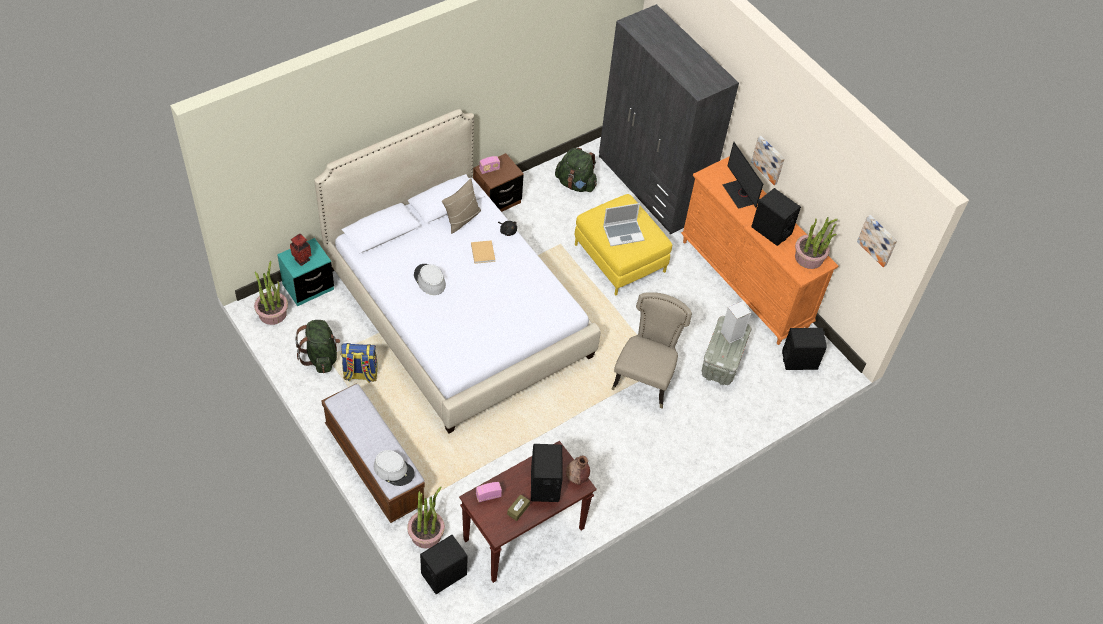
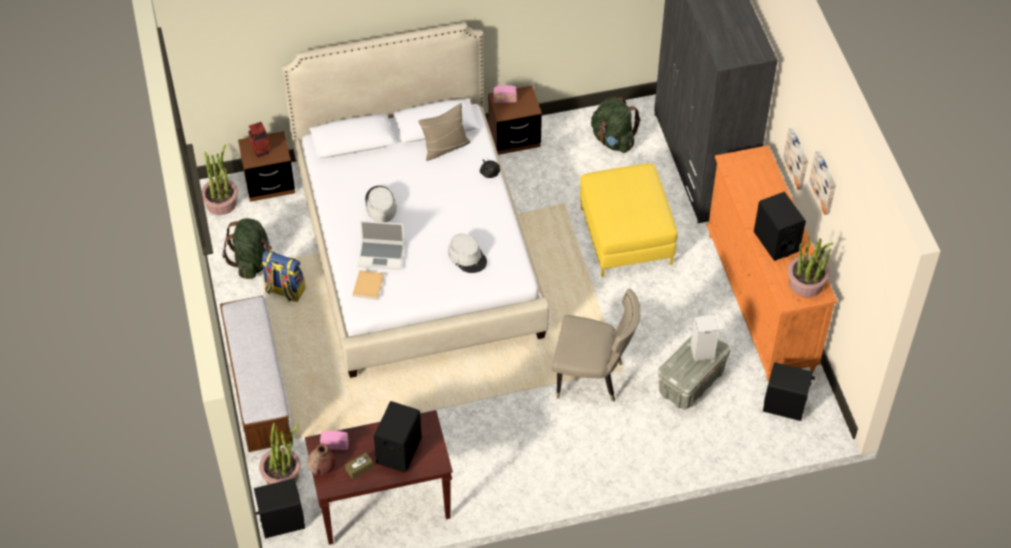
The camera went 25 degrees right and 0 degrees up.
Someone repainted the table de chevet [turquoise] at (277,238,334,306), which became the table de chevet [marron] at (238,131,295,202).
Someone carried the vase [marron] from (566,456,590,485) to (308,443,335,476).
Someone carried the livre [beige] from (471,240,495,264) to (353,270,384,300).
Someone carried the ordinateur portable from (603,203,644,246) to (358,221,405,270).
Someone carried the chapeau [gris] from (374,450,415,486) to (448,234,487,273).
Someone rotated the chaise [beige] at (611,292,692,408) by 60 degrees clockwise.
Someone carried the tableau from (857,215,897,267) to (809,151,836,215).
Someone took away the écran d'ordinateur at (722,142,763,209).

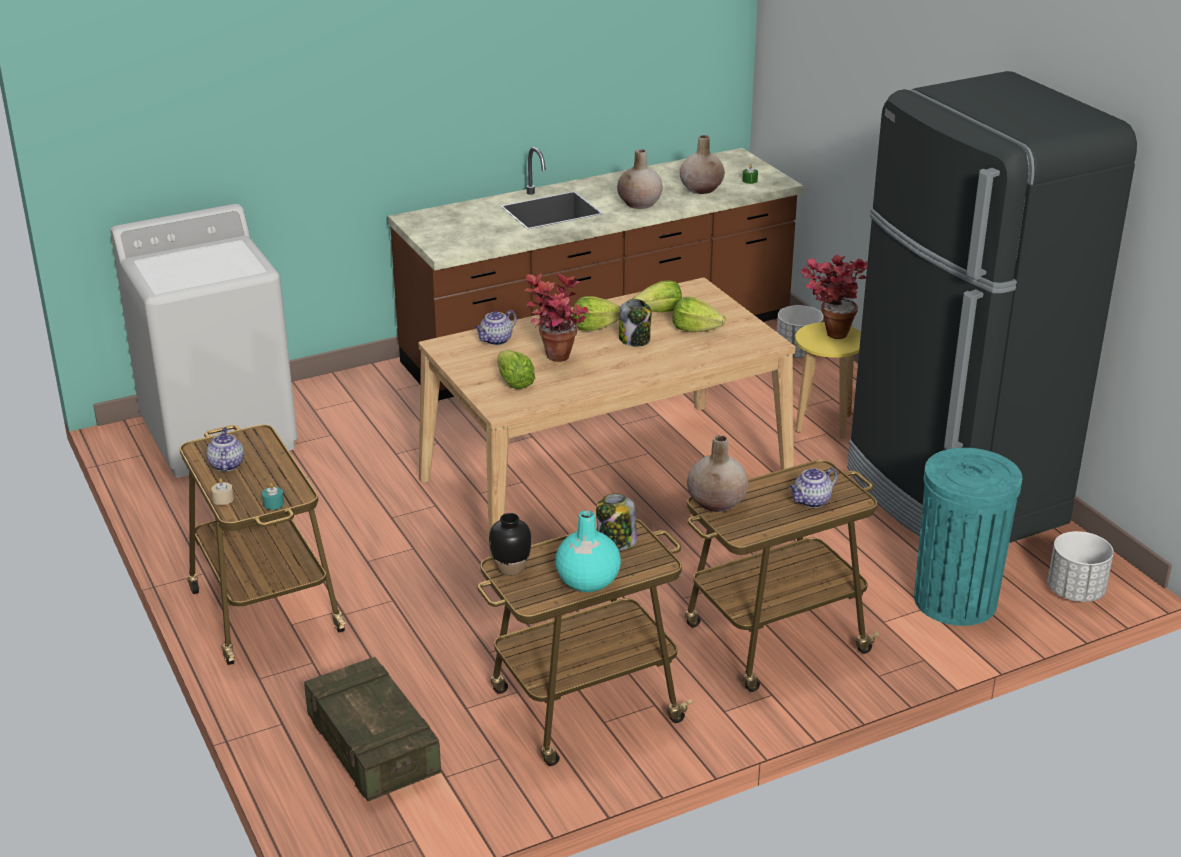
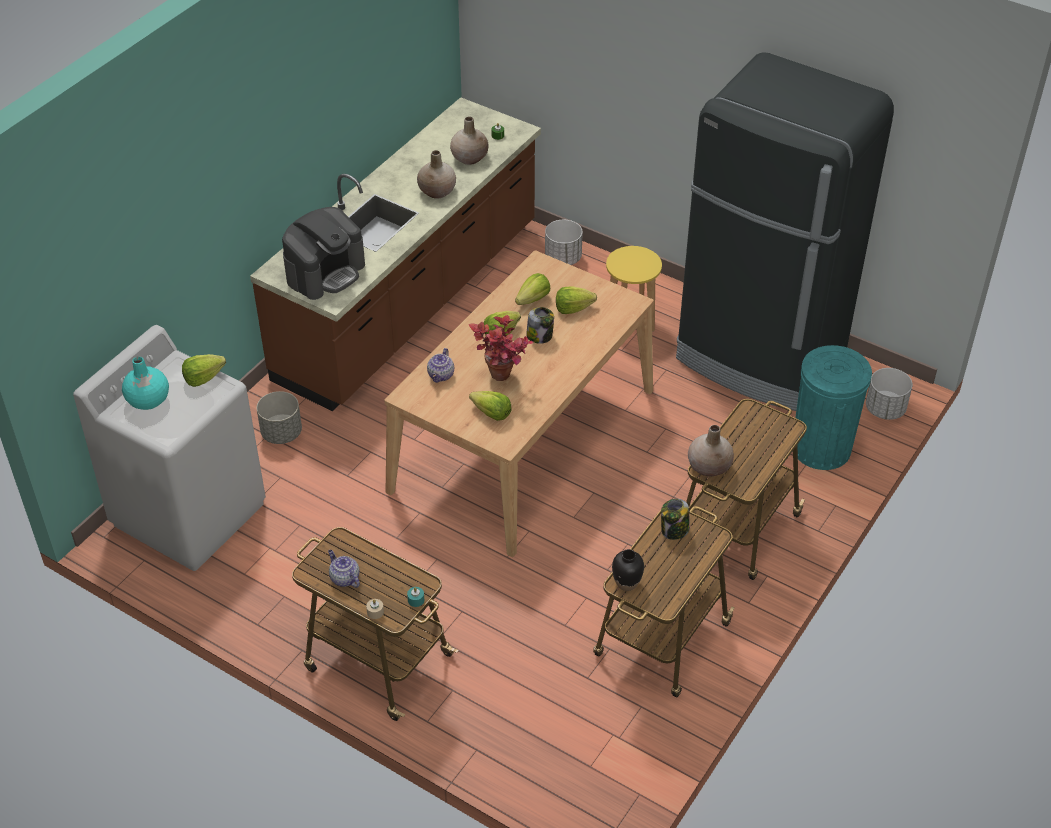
The camera went 30 degrees left and 15 degrees up.
Someone carried the vase [turquoise] from (555,510,621,592) to (122,356,169,410).
Someone put down the laitue at (182,354,226,387).
Someone put down the cache-pot [gris] at (256,391,302,444).
Someone put down the machine à café at (282,207,365,300).
Someone took away the caisse at (304,657,441,801).
Someone took away the théière at (789,468,838,508).
Someone took away the plante en pot at (800,255,868,339).

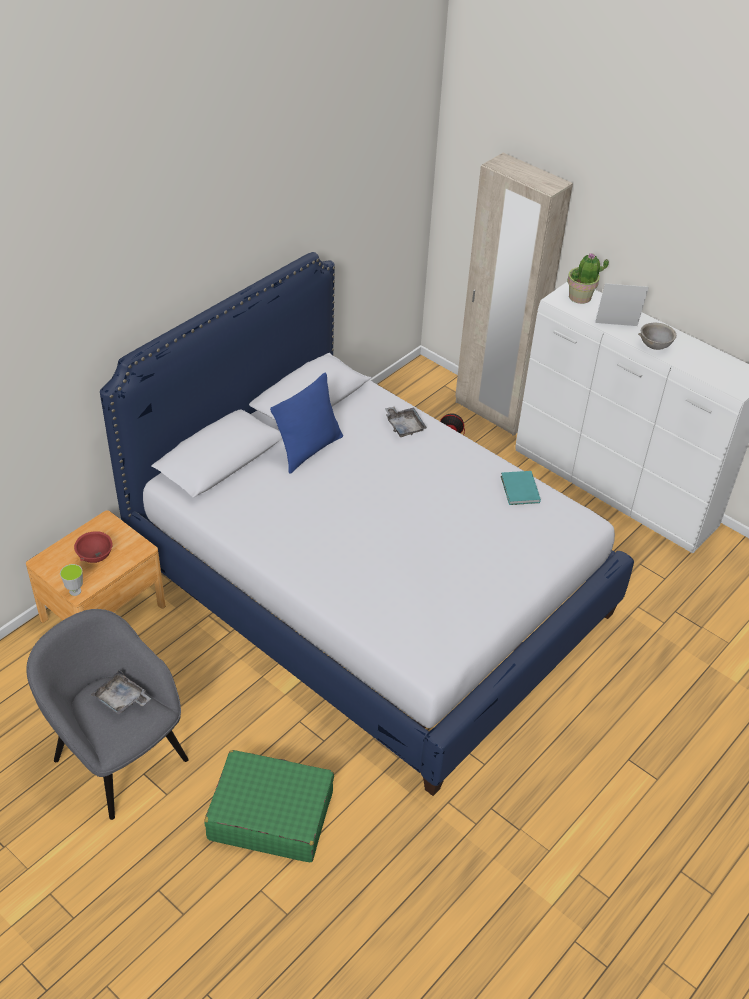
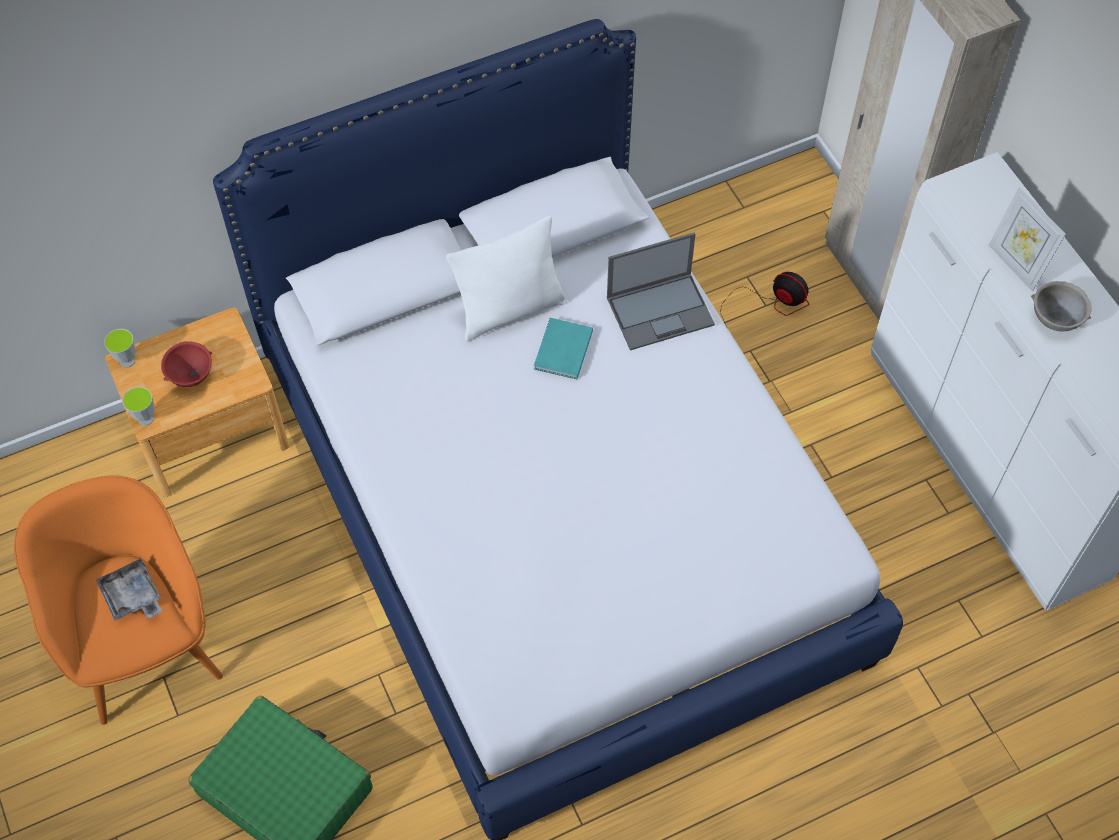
The camera went 25 degrees right and 15 degrees up.
Someone repainted the fauteuil [gris] at (26,609,188,820), which became the fauteuil [orange] at (14,475,223,725).
Someone put down the tasse at (104,329,136,368).
Someone repainted the coussin [bleu] at (270,372,343,473), which became the coussin [blanc] at (446,216,567,342).
Someone carried the livre [turquoise] from (501,471,541,505) to (534,318,593,379).
Someone swapped the plateau [gris] at (385,407,427,437) for the ordinateur portable at (607,232,715,350).
Someone rotated the cadre photo at (595,283,649,326) by 150 degrees counterclockwise.
Someone took away the plante en pot at (567,253,609,304).

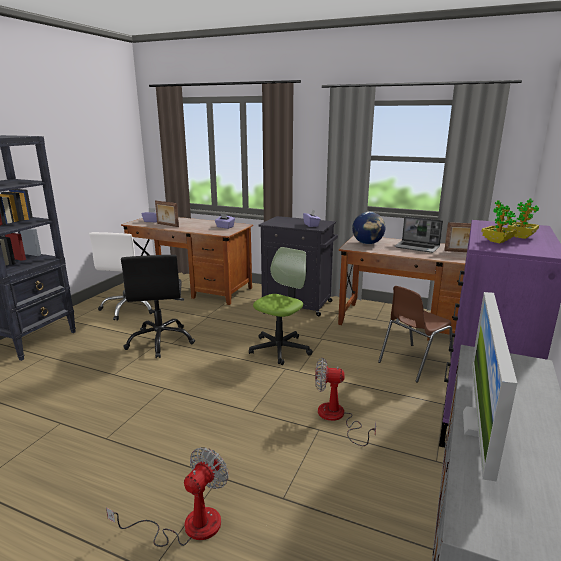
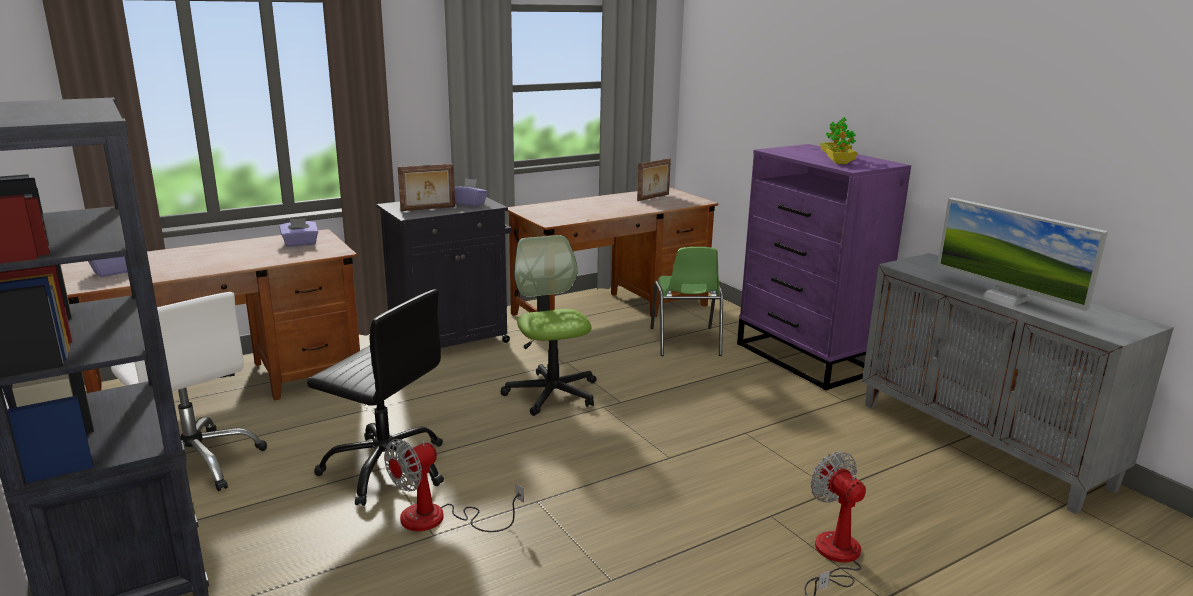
The camera went 55 degrees left and 0 degrees up.
Someone carried the ventilateur from (315,358,376,446) to (384,439,524,532).
Someone carried the cadre photo from (155,200,179,227) to (398,164,455,211).
Someone repainted the chaise [marron] at (378,286,453,383), which became the chaise [vert] at (650,247,723,356).
Someone took away the globe at (352,212,385,244).
Someone took away the ordinateur portable at (395,216,443,253).

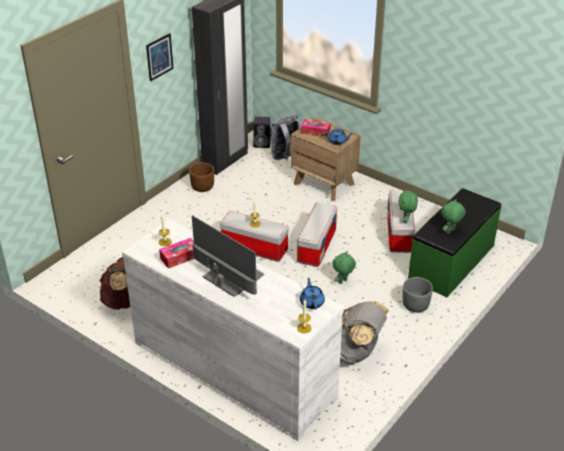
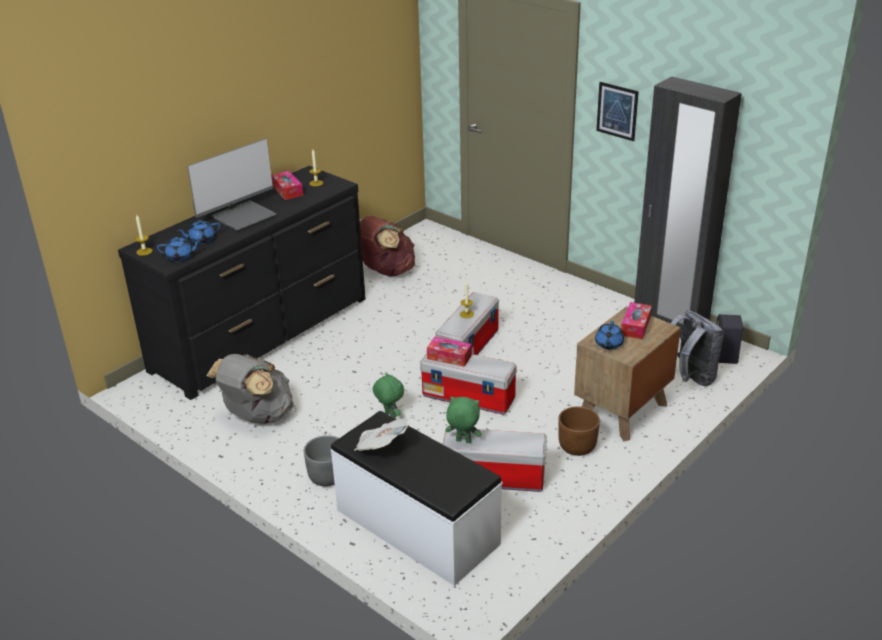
The camera went 95 degrees right and 5 degrees down.
Someone repainted the commode [blanc] at (122,219,344,442), which became the commode [noir] at (118,166,366,400).
Someone put down the théière [bleu] at (177,220,220,244).
Someone repainted the banc [vert] at (408,188,501,297), which became the banc [blanc] at (331,411,502,586).
Someone swapped the peluche [vert] at (441,199,466,234) for the journal at (354,419,409,451).
Someone put down the boîte à mouchoirs at (427,337,472,367).
Someone carried the cache-pot [marron] from (189,163,214,192) to (558,406,600,456).

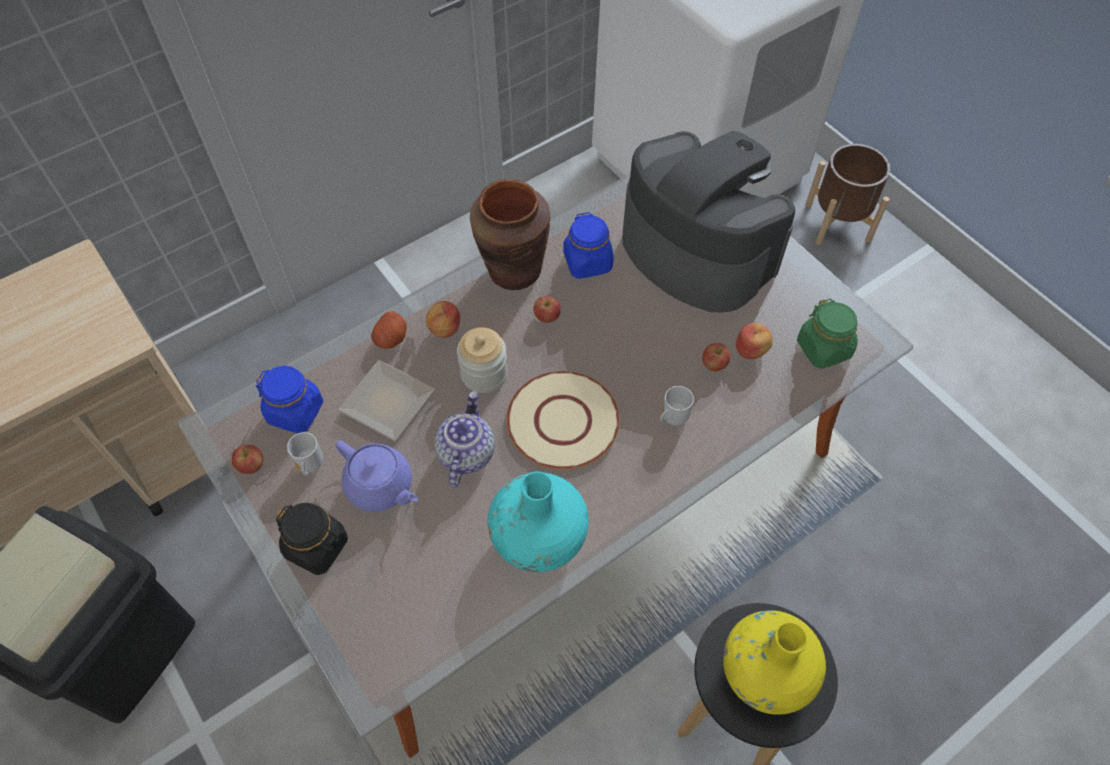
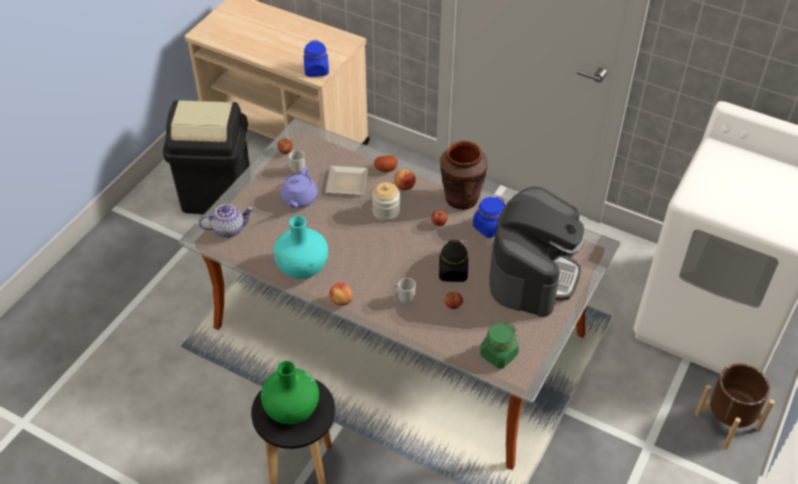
The camera went 65 degrees right and 10 degrees down.
Someone carried the théière from (434,391,495,487) to (199,204,254,238).
Someone repainted the vase [jaune] at (723,610,826,715), which became the vase [vert] at (261,361,319,424).
Someone carried the bocal [bleu] from (256,366,323,433) to (304,40,329,77).
Someone carried the pomme from (736,323,773,359) to (329,283,353,306).
Someone carried the bocal [noir] from (276,503,348,575) to (439,240,468,282).
Someone took away the assiette [beige] at (506,371,620,470).

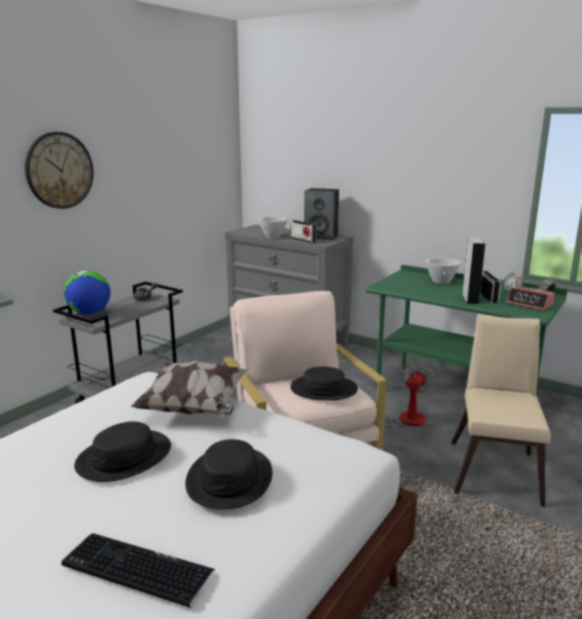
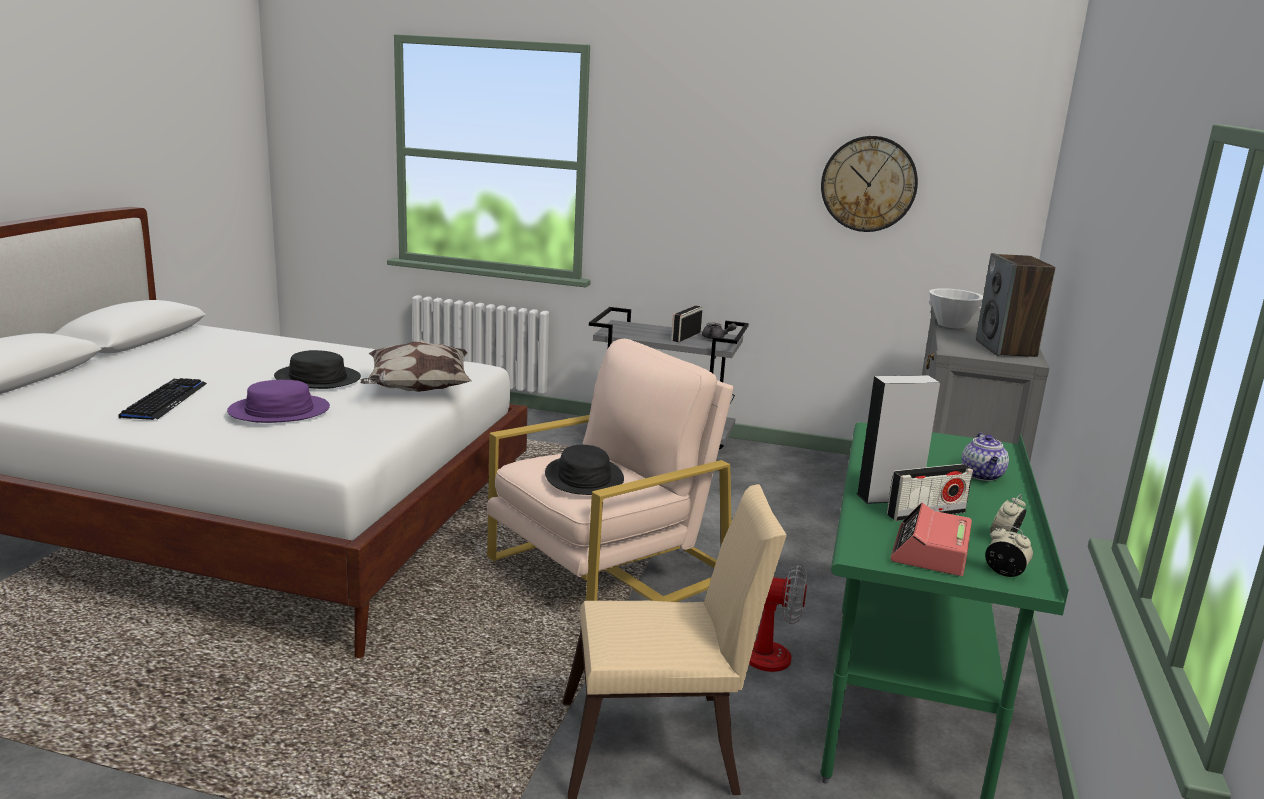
The camera went 70 degrees right and 0 degrees up.
Someone repainted the chapeau [noir] at (185,439,272,509), which became the chapeau [violet] at (227,380,330,423).
Someone carried the radio from (290,220,316,243) to (671,305,702,342).
Someone carried the horloge murale from (25,132,94,209) to (821,136,918,232).
Someone swapped the bol [blanc] at (425,258,461,284) for the théière at (961,433,1009,481).
Someone took away the globe at (64,271,111,315).

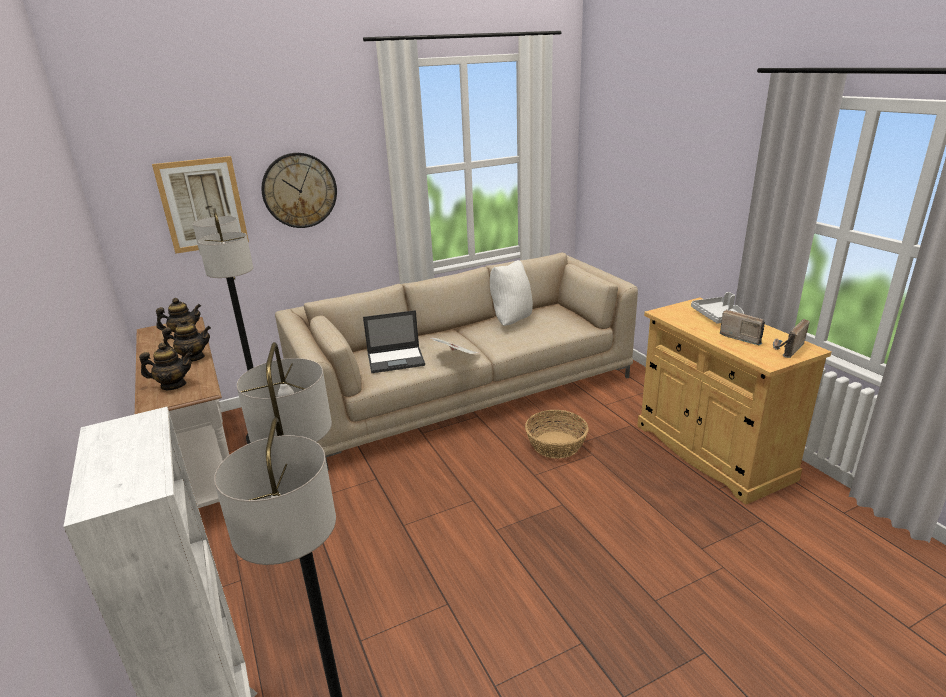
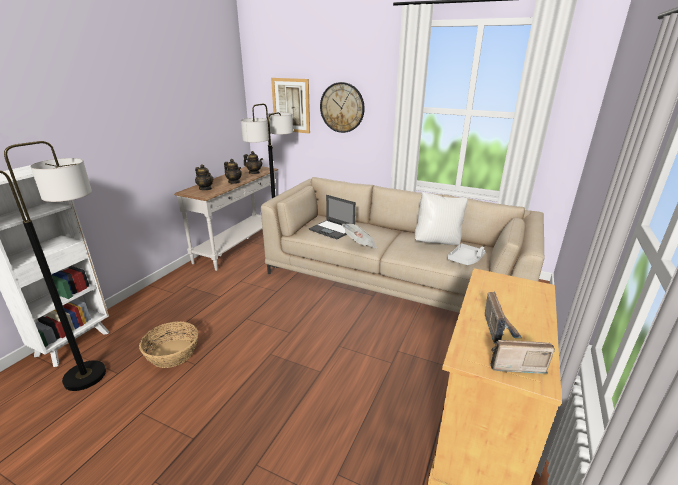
The camera went 50 degrees right and 0 degrees up.
Someone carried the panier from (525,410,589,459) to (139,321,198,368).
Someone carried the plateau [gris] from (691,292,744,324) to (447,244,486,265).

